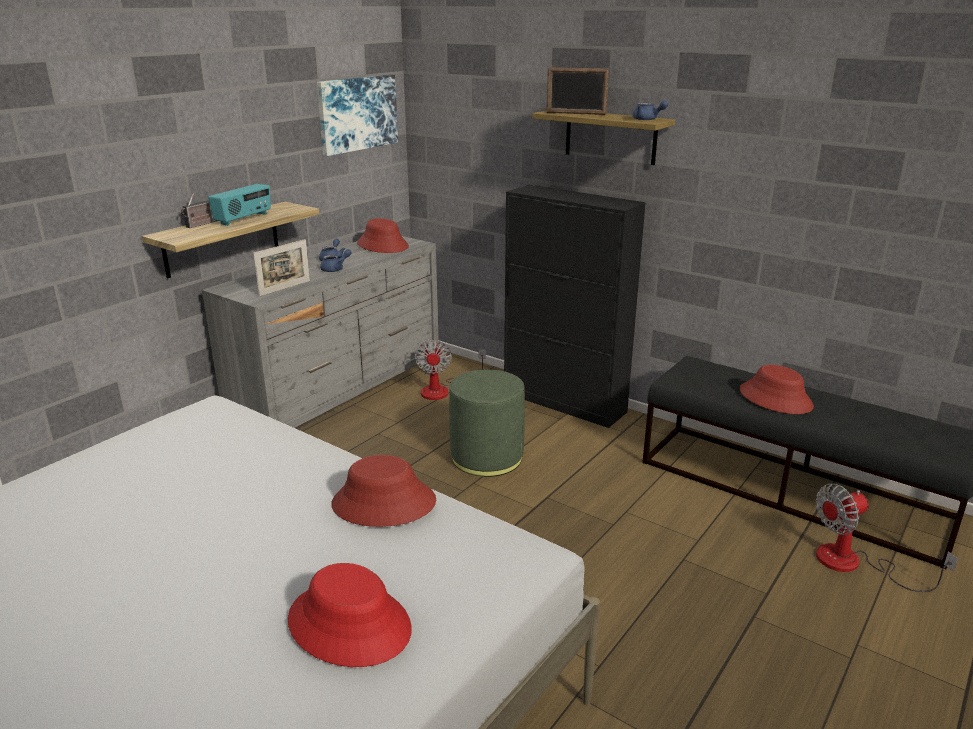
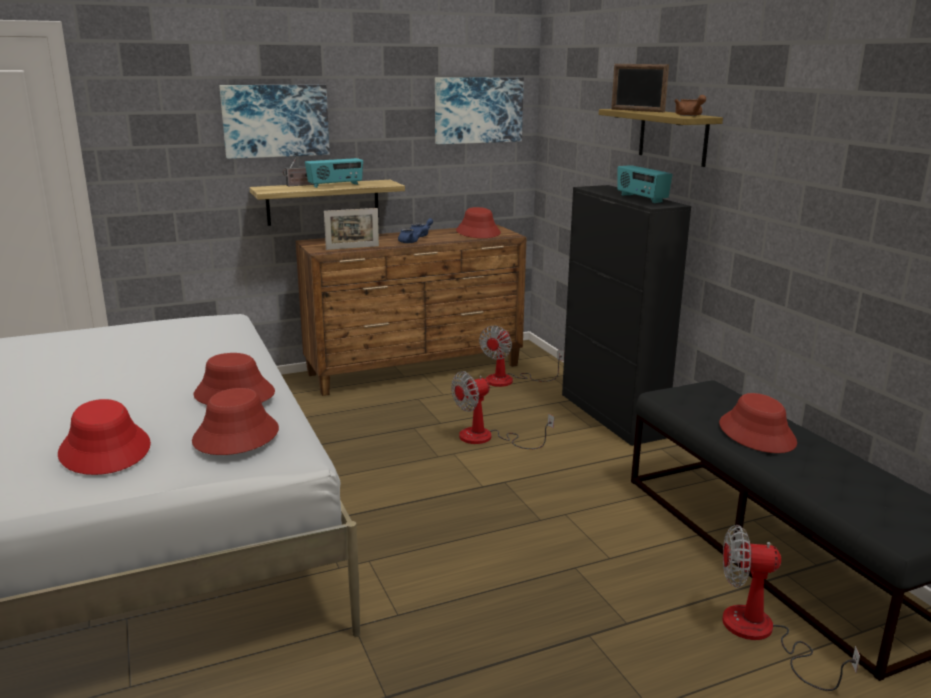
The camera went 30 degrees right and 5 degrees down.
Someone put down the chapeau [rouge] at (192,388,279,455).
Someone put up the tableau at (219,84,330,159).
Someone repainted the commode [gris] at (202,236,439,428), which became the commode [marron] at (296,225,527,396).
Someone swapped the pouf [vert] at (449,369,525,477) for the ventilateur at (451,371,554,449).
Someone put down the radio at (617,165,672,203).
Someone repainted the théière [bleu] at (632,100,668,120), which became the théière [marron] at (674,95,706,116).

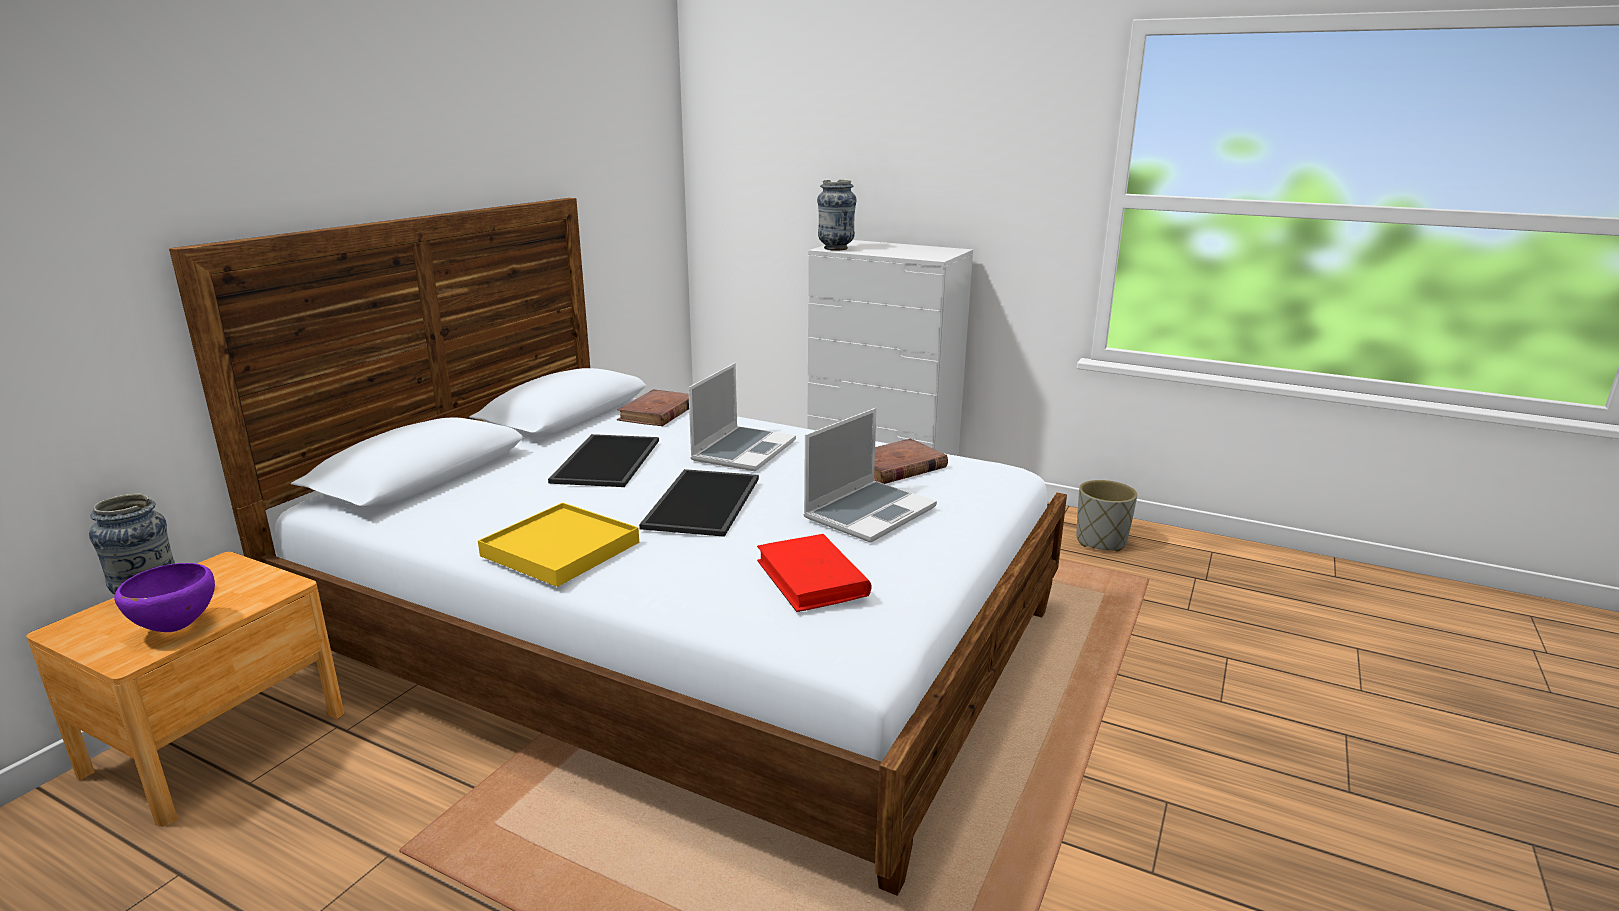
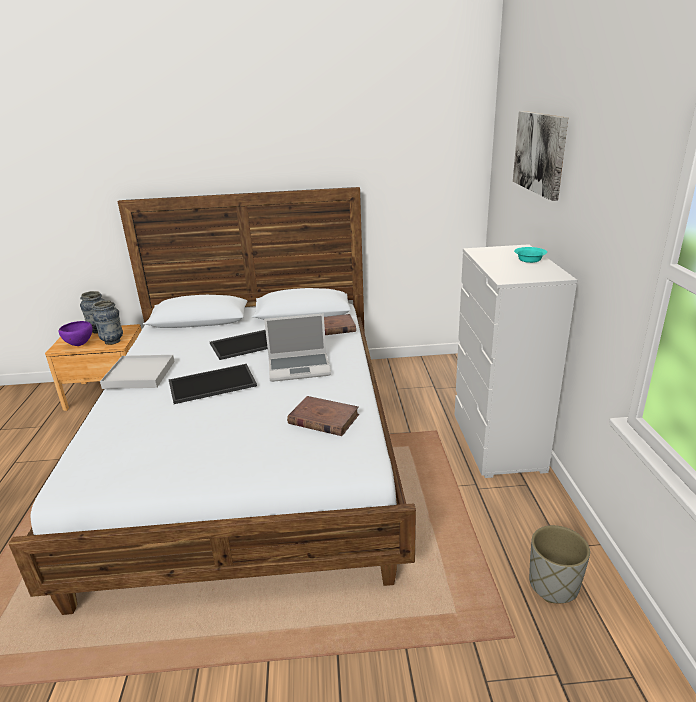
The camera went 60 degrees right and 5 degrees up.
Someone carried the vase from (817,180,857,251) to (92,300,123,345).
Someone repainted the plateau [jaune] at (478,503,639,587), which became the plateau [blanc] at (100,355,175,389).
Someone put up the tableau at (513,111,568,201).
Someone put down the bol [turquoise] at (514,247,547,263).
Someone took away the livre [rouge] at (757,534,872,612).
Someone took away the ordinateur portable at (803,408,937,543).

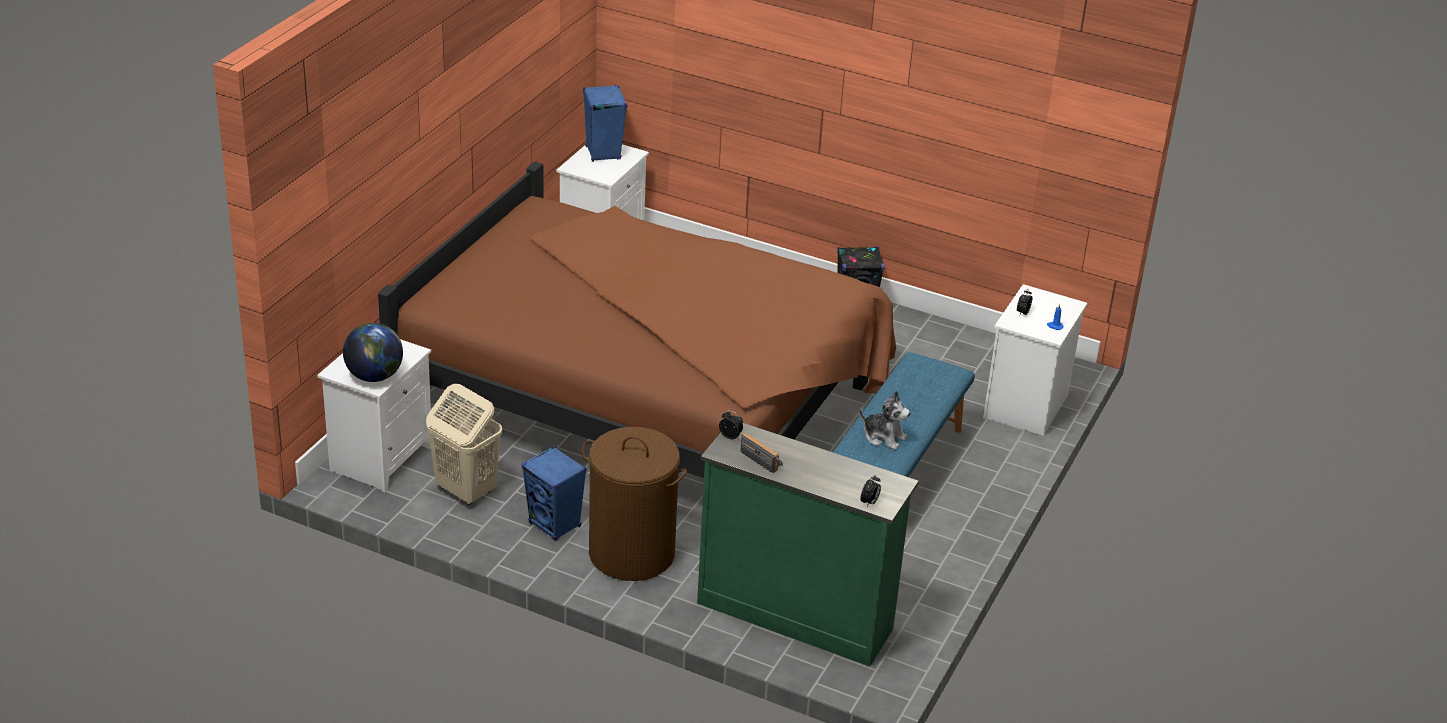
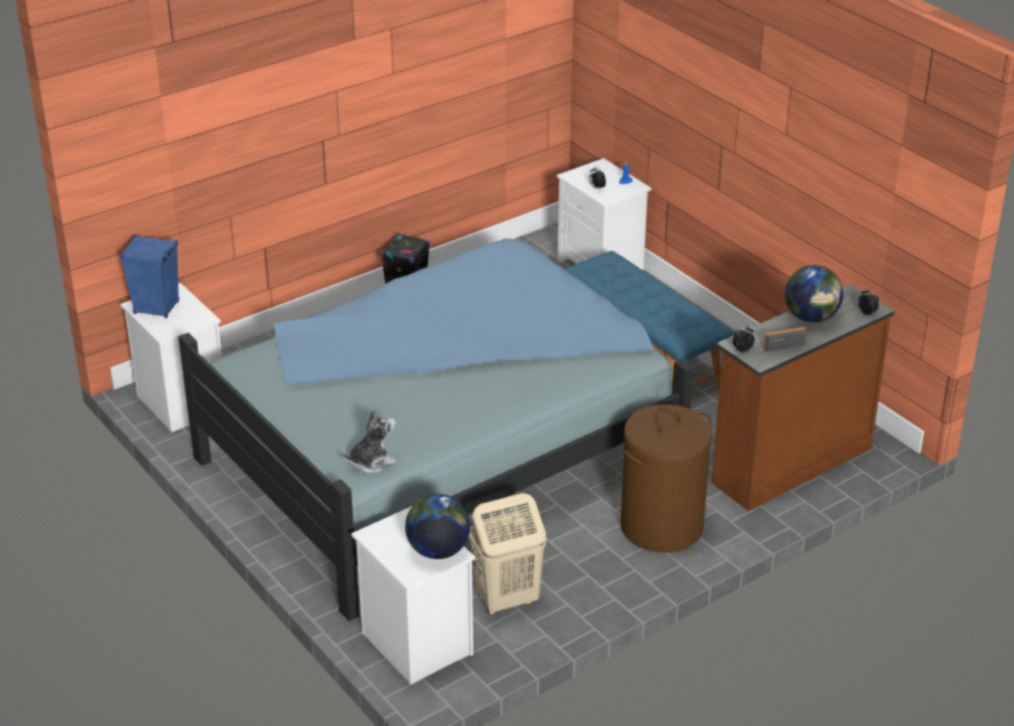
The camera went 60 degrees left and 0 degrees up.
Someone repainted the lit [marron] at (378,161,896,478), which became the lit [bleu] at (178,238,693,621).
Someone carried the peluche from (859,391,910,450) to (343,410,397,473).
Someone repainted the commode [vert] at (697,423,919,666), which became the commode [marron] at (711,284,895,511).
Someone put down the globe at (785,265,843,322).
Someone took away the enceinte [bleu] at (521,446,587,541).

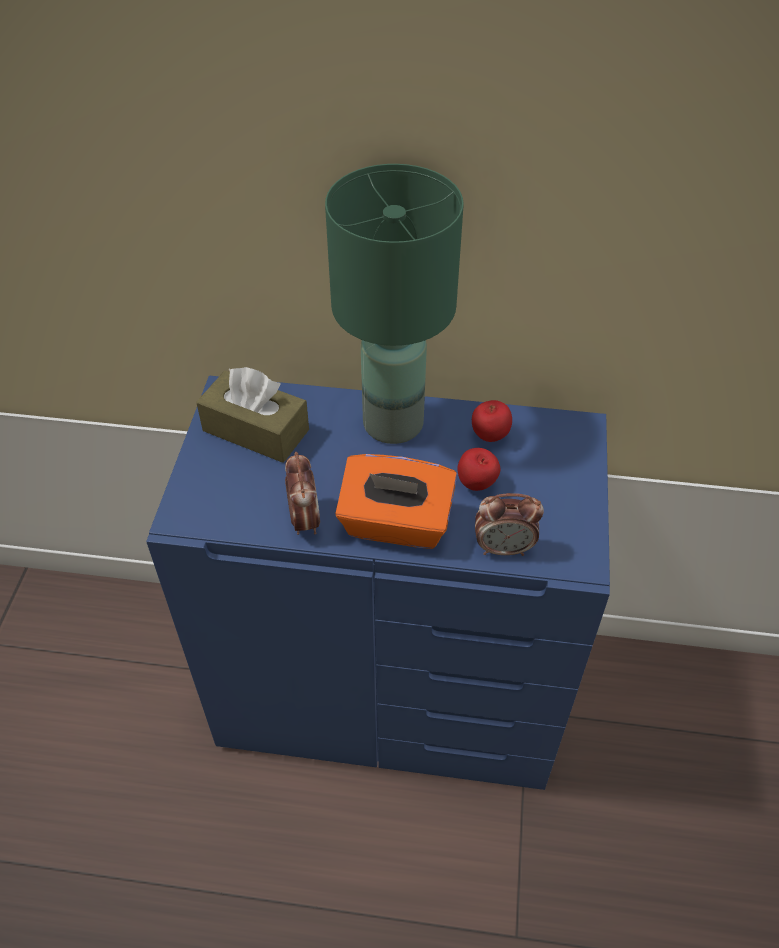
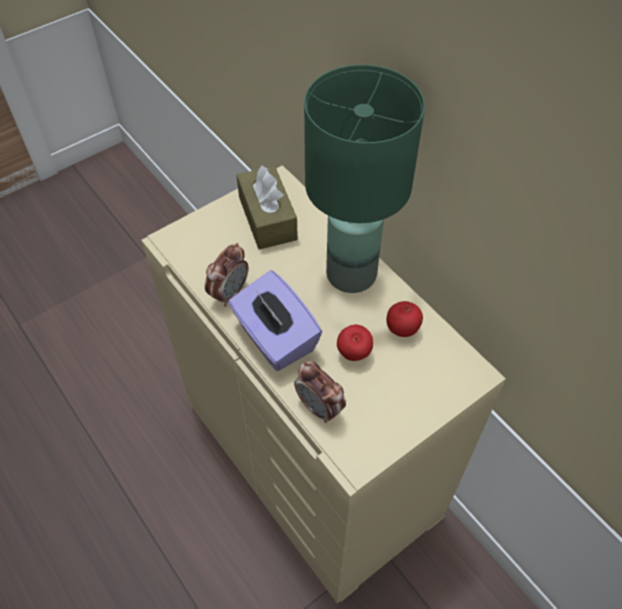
The camera went 45 degrees right and 5 degrees up.
Someone repainted the commode [bleu] at (146,376,610,790), which became the commode [beige] at (141,165,506,603).
Someone repainted the boîte à mouchoirs [orange] at (335,454,457,549), which became the boîte à mouchoirs [violet] at (228,270,322,371).

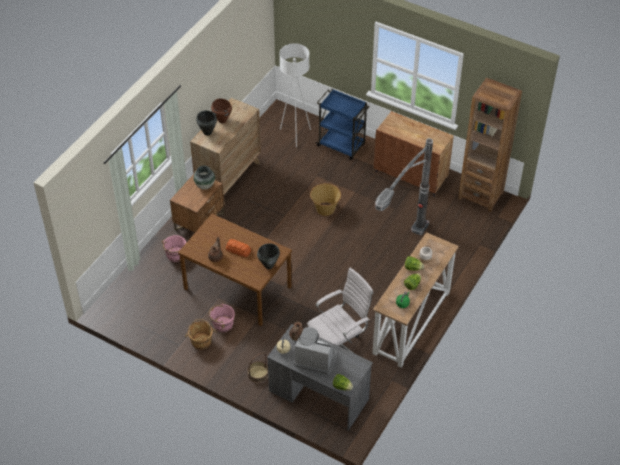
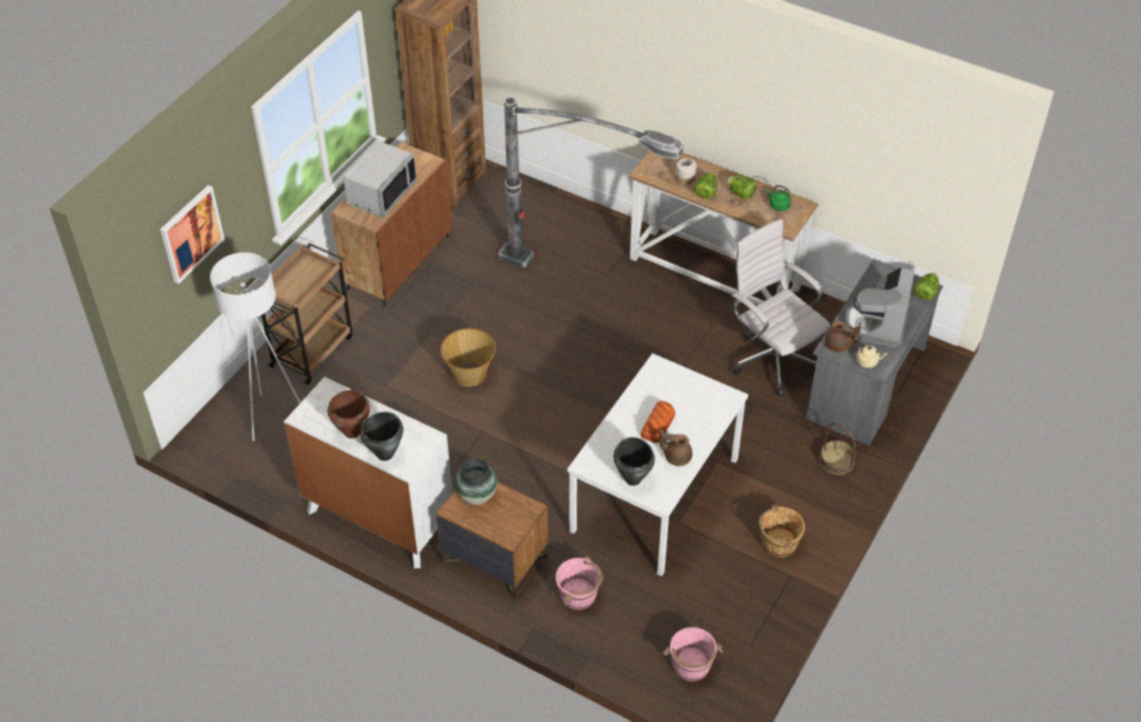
The camera went 90 degrees left and 0 degrees up.
Someone put up the tableau at (160,185,225,284).
Someone repainted the chariot [bleu] at (316,89,370,160), which became the chariot [marron] at (256,243,352,385).
Someone repainted the commode [marron] at (190,98,261,205), which became the commode [blanc] at (284,377,452,568).
Someone put down the micro-ondes [gris] at (343,140,417,218).
Someone repainted the table à manger [marron] at (178,214,292,326), which became the table à manger [blanc] at (567,353,748,576).
Someone carried the marmite [noir] from (257,243,280,269) to (614,437,655,486).
Someone carried the seau [rose] from (209,303,235,332) to (662,627,723,681).

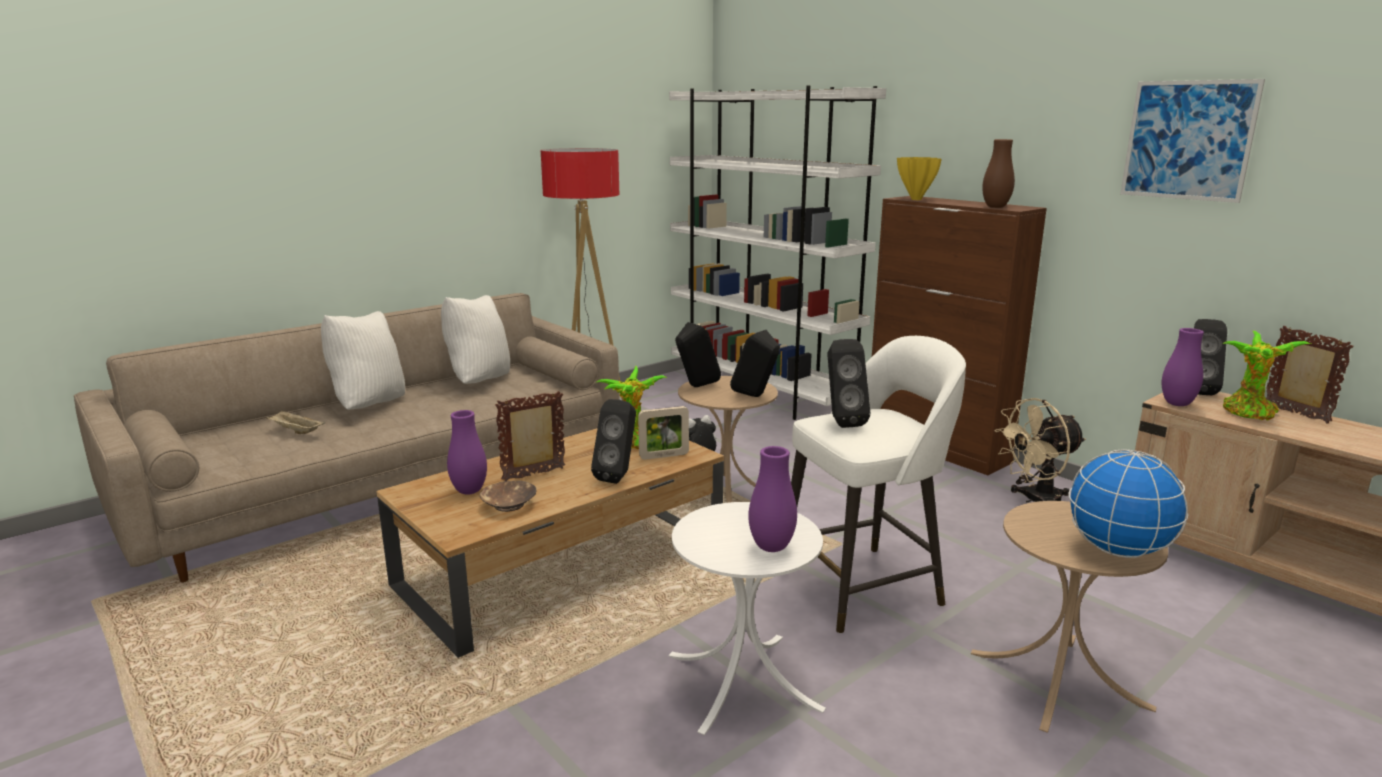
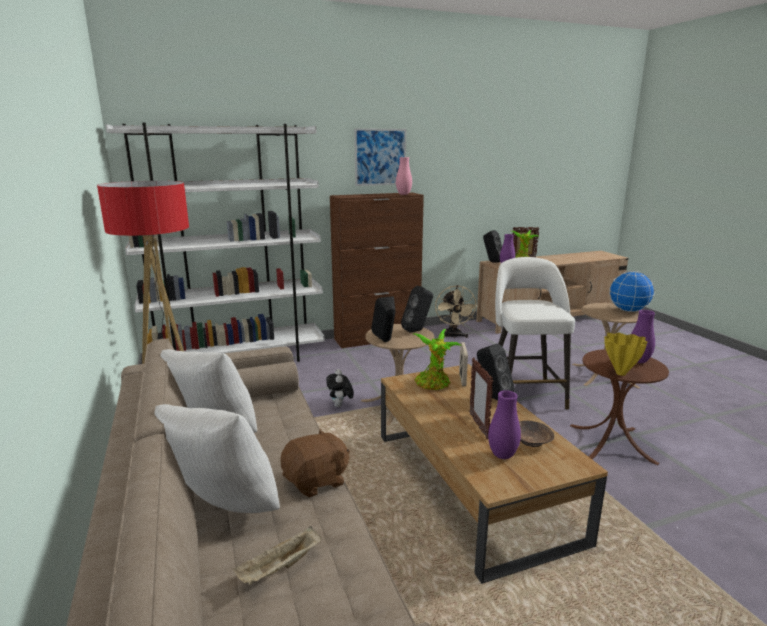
The camera went 70 degrees left and 0 degrees up.
Someone put down the peluche [marron] at (280,428,350,497).
Someone carried the tableau from (1120,79,1265,203) to (354,128,406,186).
Someone repainted the vase [marron] at (982,139,1015,208), which became the vase [rose] at (396,157,412,195).
Someone repainted the table d'appoint [blanc] at (668,502,826,735), which became the table d'appoint [marron] at (570,349,669,465).
Someone carried the vase [jaune] from (897,157,941,200) to (604,333,648,376).
Someone took away the enceinte [noir] at (828,339,870,428).

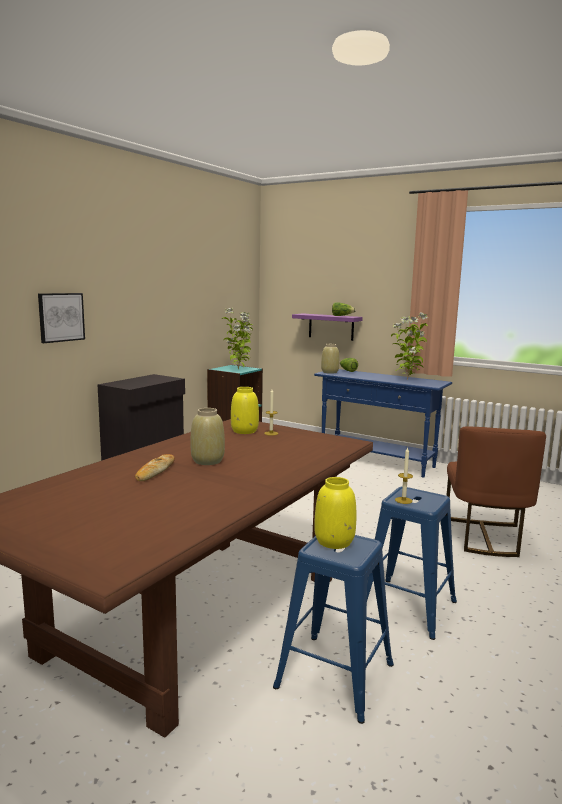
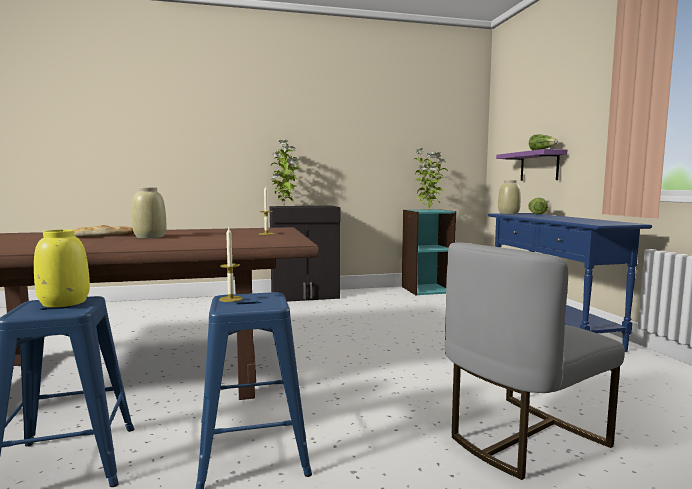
The camera went 45 degrees right and 5 degrees down.
Someone carried the plante en pot from (391,313,428,380) to (271,139,300,206).
Someone repainted the chaise [marron] at (446,427,546,557), which became the chaise [gris] at (445,243,625,480).
Someone took away the tableau at (38,293,85,343).
Someone took away the vase [jaune] at (231,387,259,434).

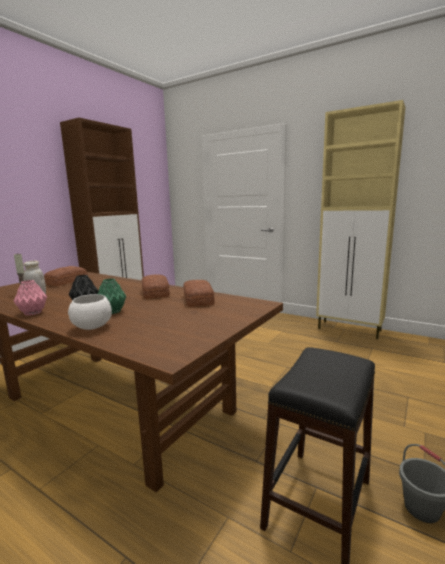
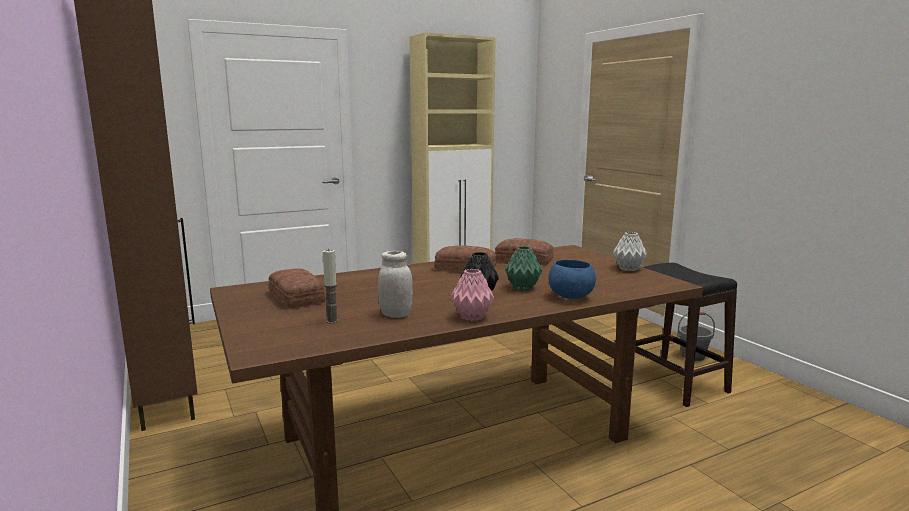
The camera went 60 degrees left and 0 degrees up.
Someone repainted the bol [blanc] at (68,294,112,330), which became the bol [bleu] at (549,260,596,299).
Someone put down the vase [gris] at (613,232,647,271).

